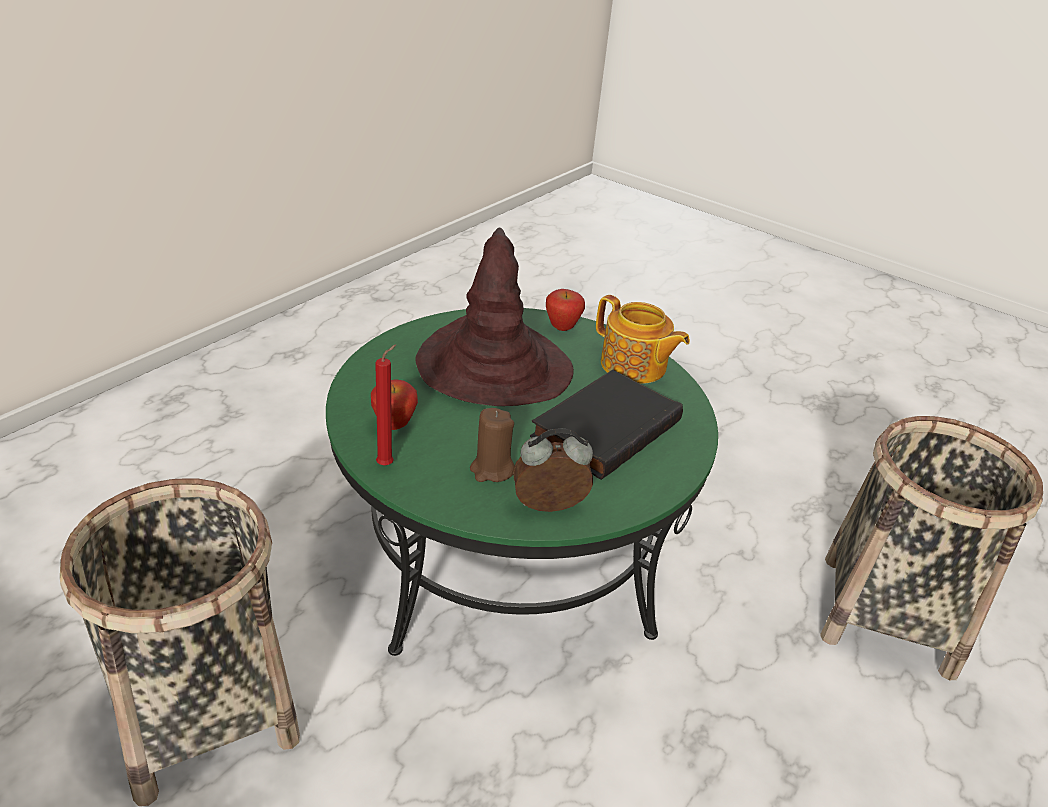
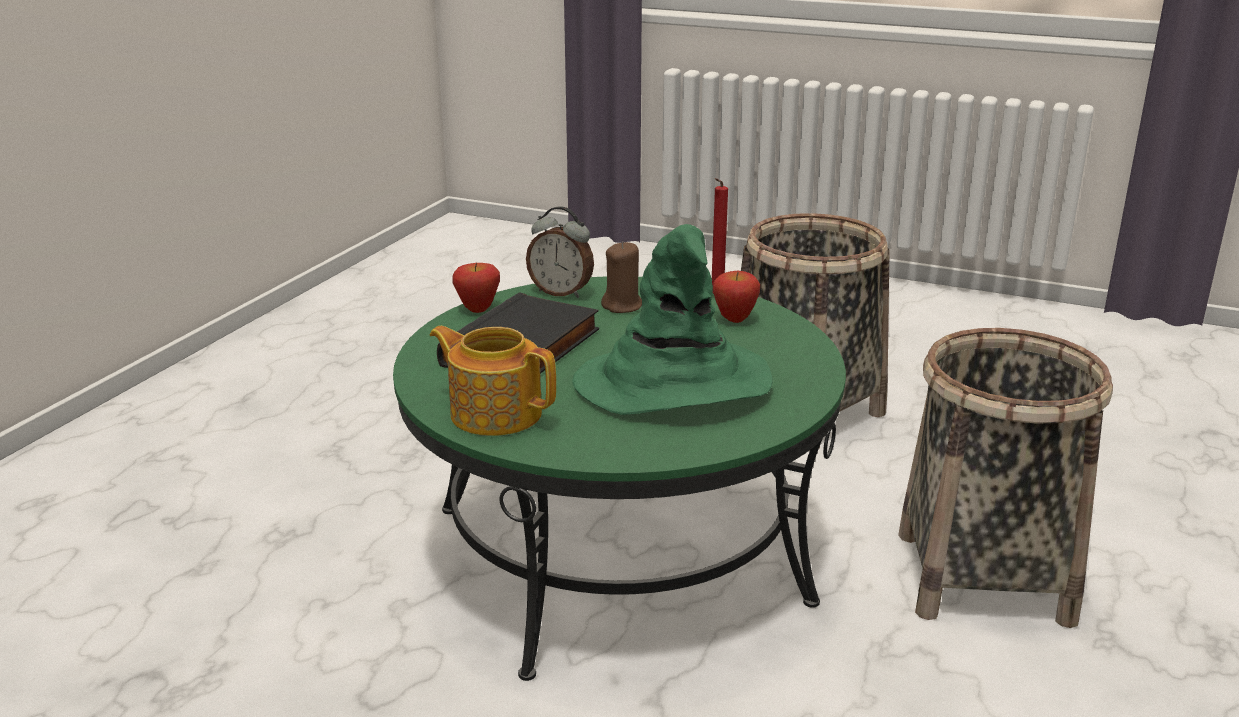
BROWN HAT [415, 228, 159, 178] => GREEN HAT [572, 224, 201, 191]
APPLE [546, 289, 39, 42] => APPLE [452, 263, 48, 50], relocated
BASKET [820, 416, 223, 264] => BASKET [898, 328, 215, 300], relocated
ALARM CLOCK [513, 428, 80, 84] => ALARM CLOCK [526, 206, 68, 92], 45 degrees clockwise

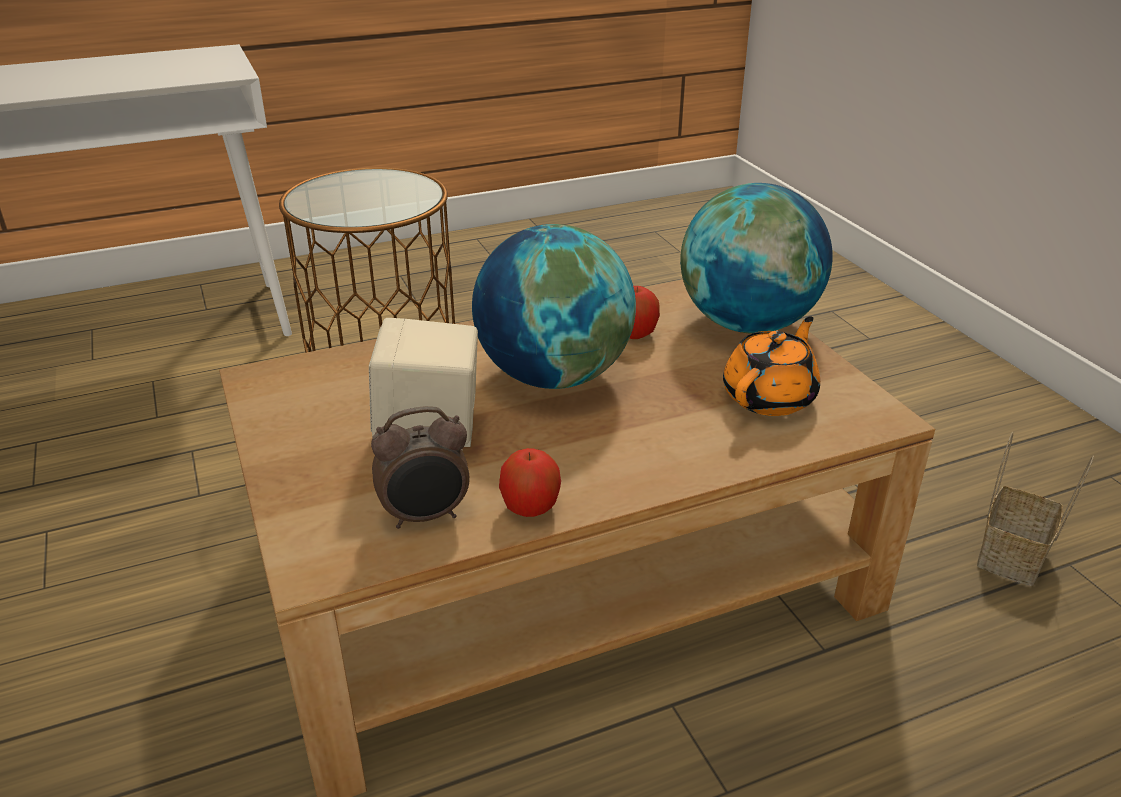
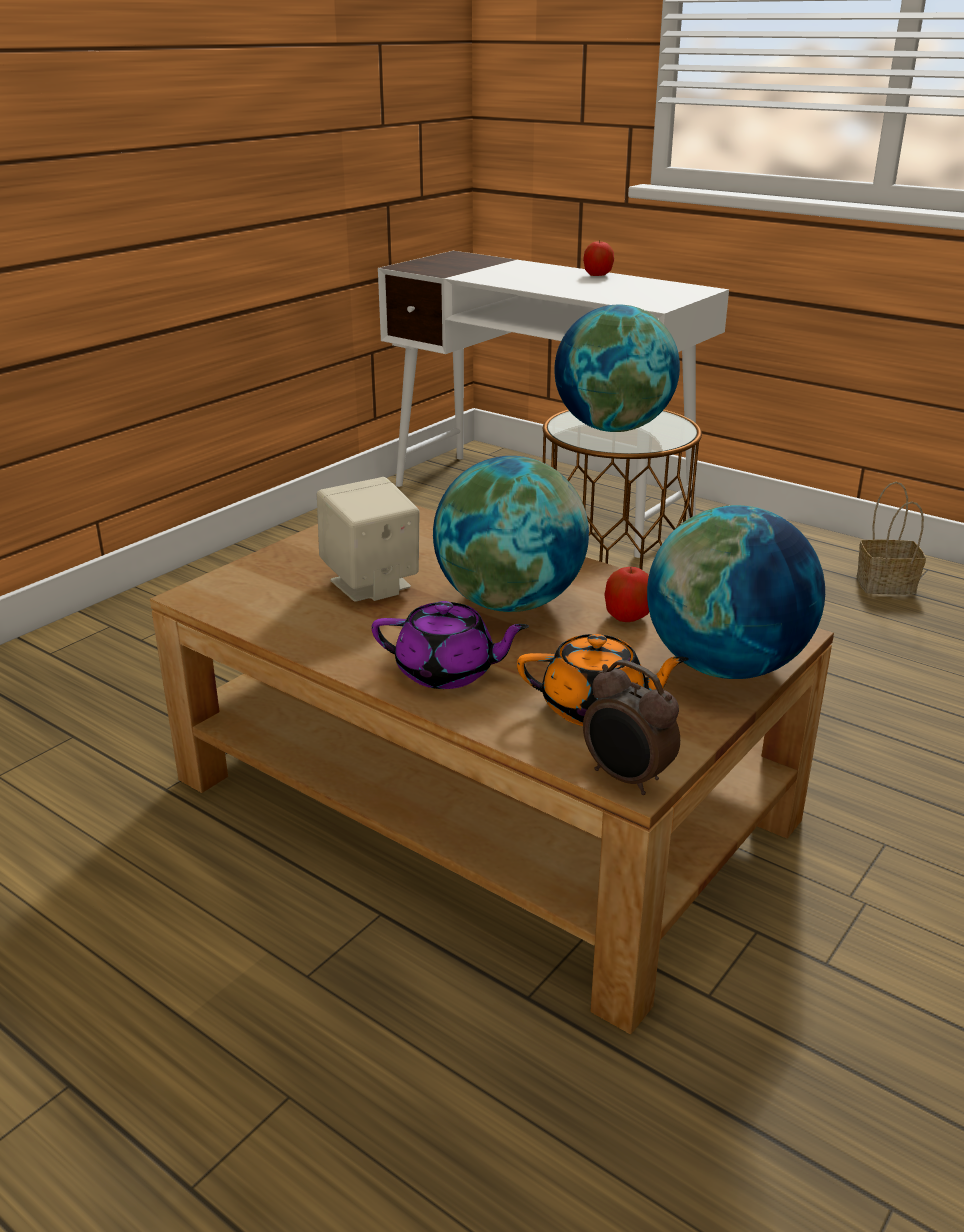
ALARM CLOCK [371, 406, 99, 123] => ALARM CLOCK [583, 660, 97, 135], relocated
BASKET [977, 432, 117, 154] => BASKET [857, 482, 69, 113], relocated
APPLE [499, 448, 62, 69] => APPLE [583, 240, 31, 36], relocated
nothing => GLOBE [554, 305, 126, 127]
nothing => PURPLE TEAPOT [371, 601, 158, 88]

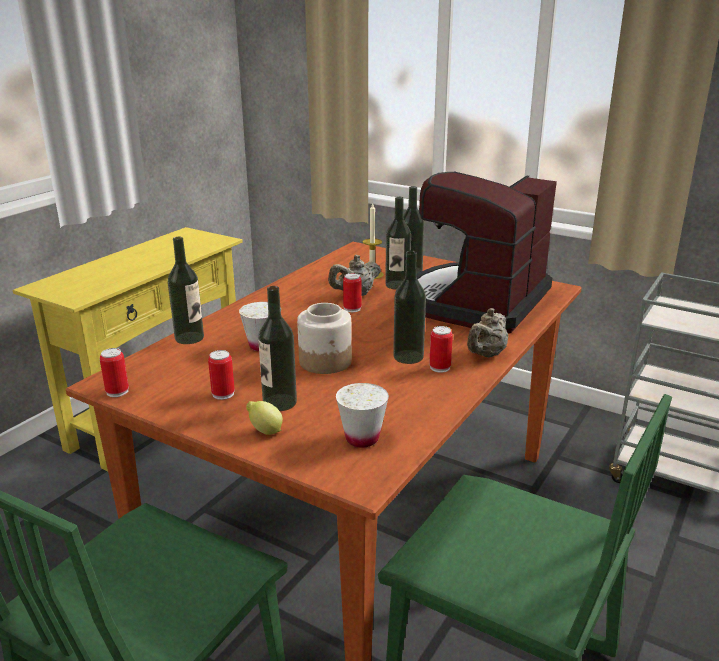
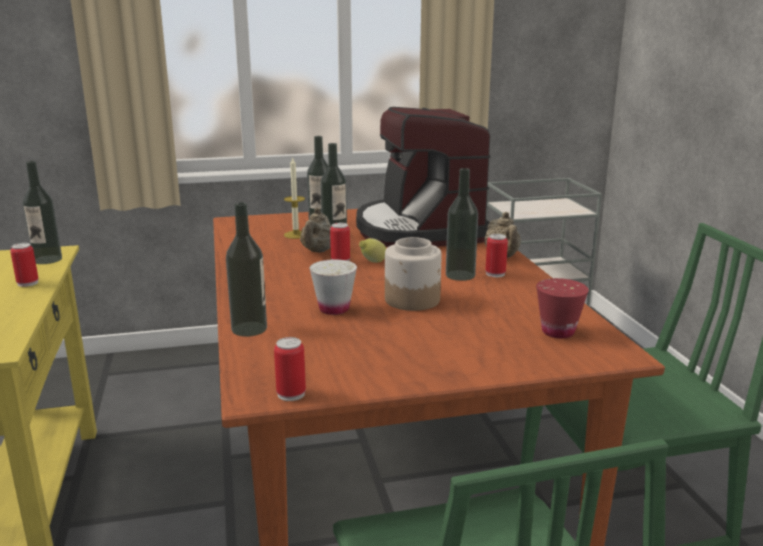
BOTTLE [258, 286, 39, 125] => BOTTLE [23, 161, 39, 103], relocated
CAN [208, 350, 27, 50] => CAN [10, 243, 29, 44], relocated
WHITE CUP [336, 383, 53, 65] => RED CUP [536, 278, 53, 60]
LEMON [246, 401, 37, 34] => LEMON [359, 238, 27, 25], relocated

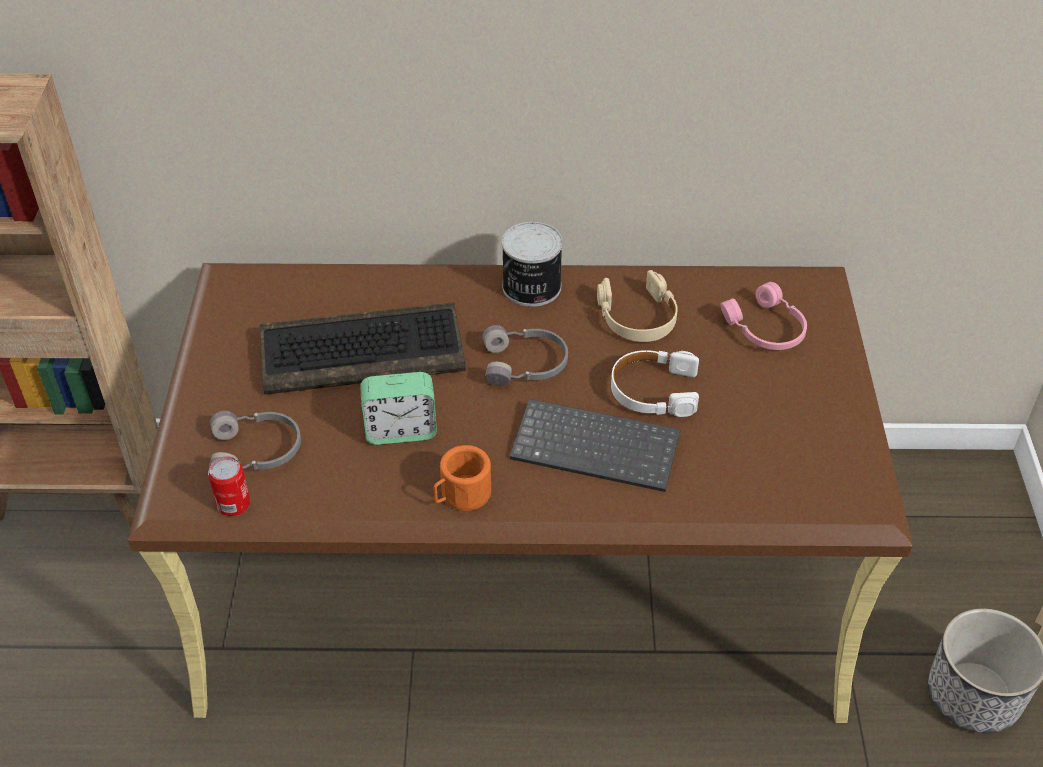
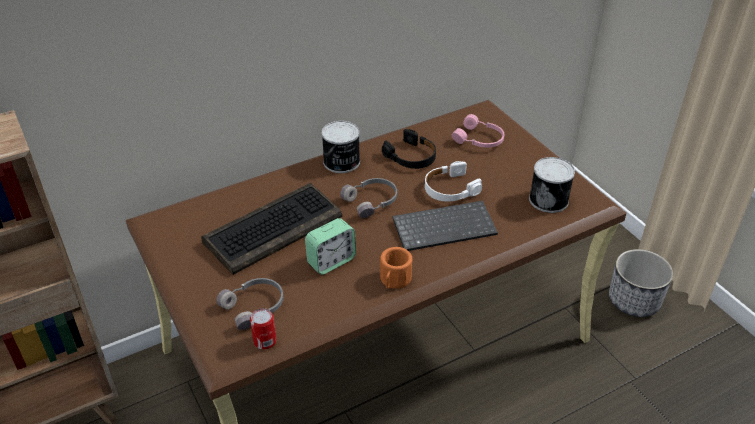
BEIGE HEADPHONES [597, 270, 81, 72] => BLACK HEADPHONES [382, 129, 54, 40]
nothing => CAN [529, 157, 46, 56]

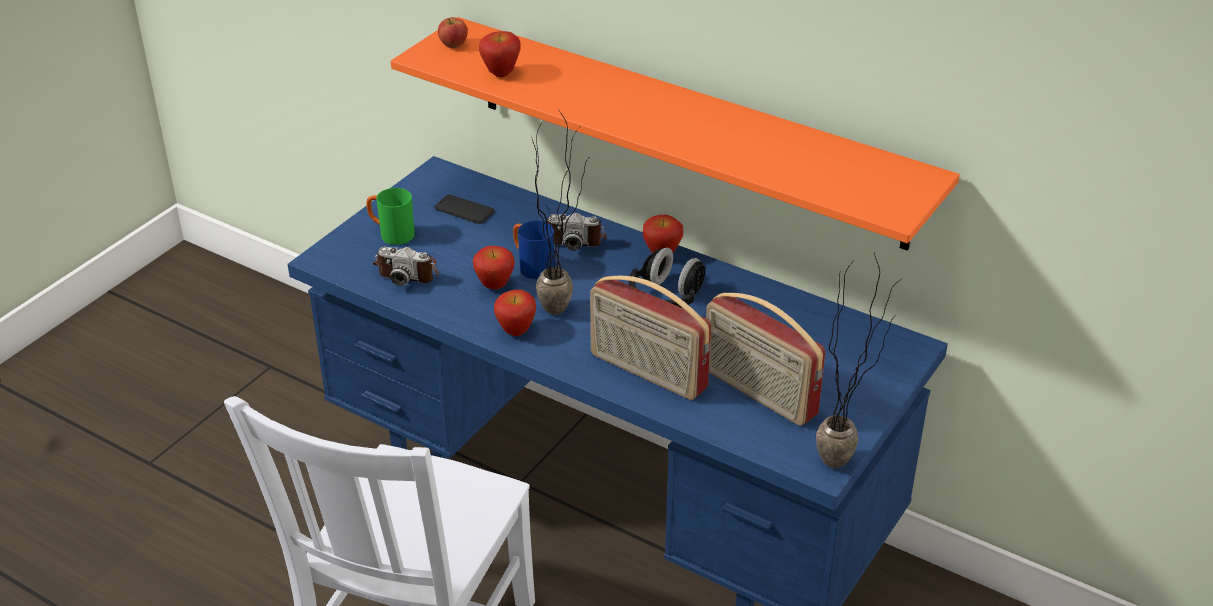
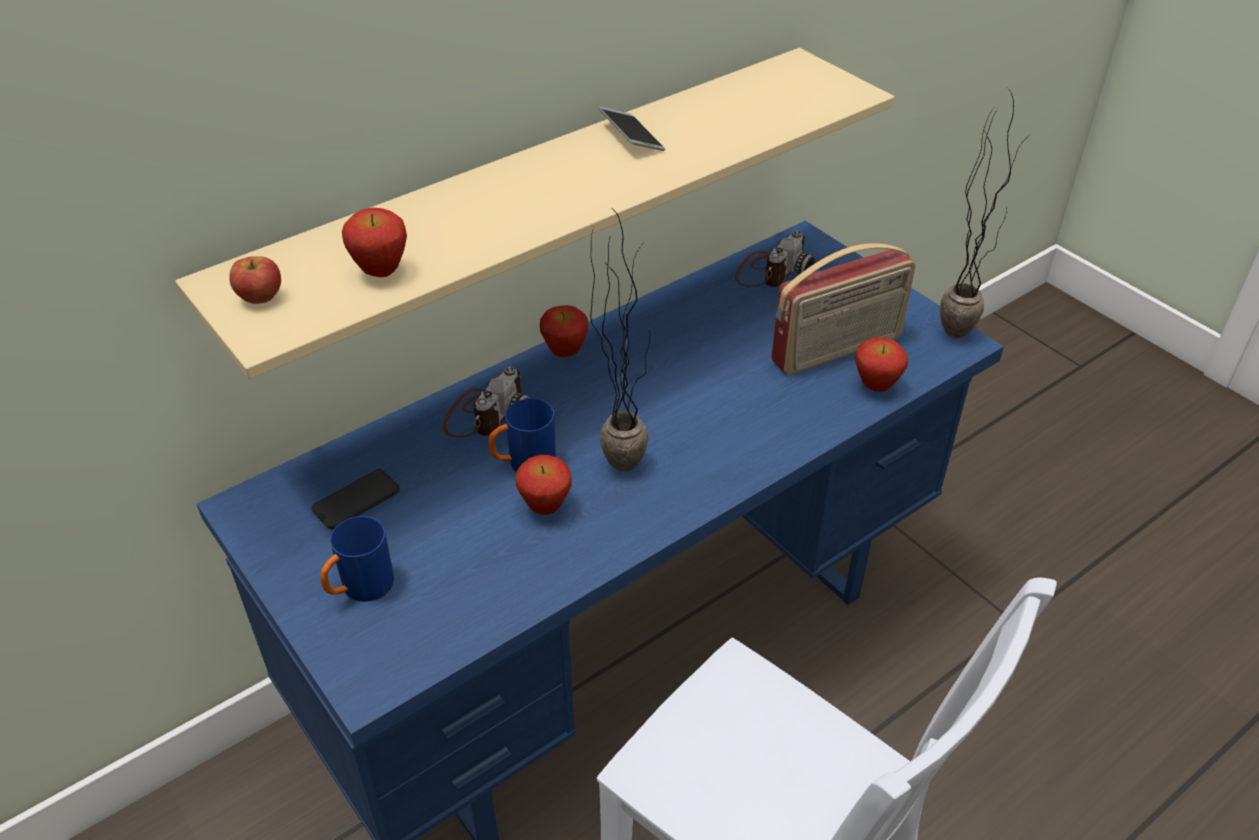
ORANGE SHELF [391, 17, 569, 234] => BEIGE SHELF [175, 48, 719, 331]
GREEN MUG [366, 188, 49, 57] => BLUE MUG [320, 516, 74, 86]
PHOTO CAMERA [372, 246, 67, 40] => PHOTO CAMERA [735, 230, 80, 57], relocated
BLACK HEADPHONES [629, 247, 77, 61] => nothing
RADIO [590, 276, 121, 124] => nothing
APPLE [494, 290, 42, 46] => APPLE [855, 337, 53, 55], relocated
nothing => PHONE [598, 106, 67, 45]

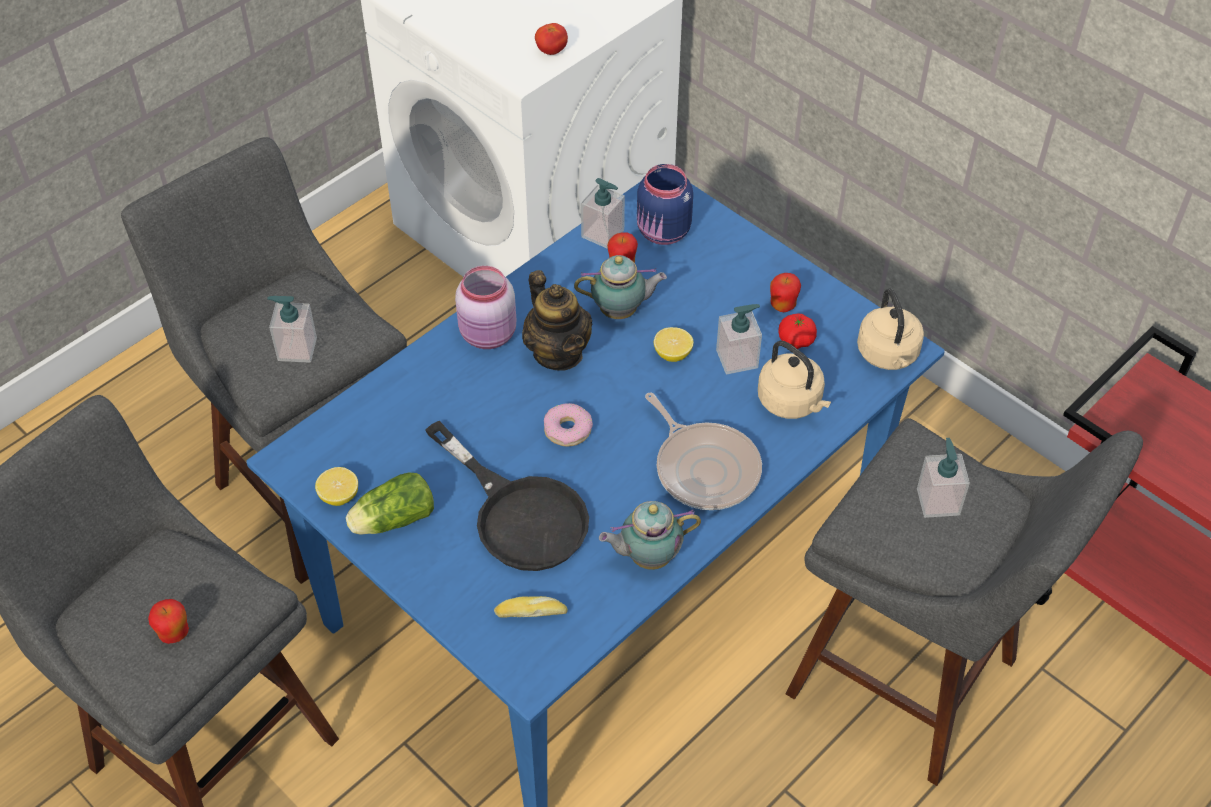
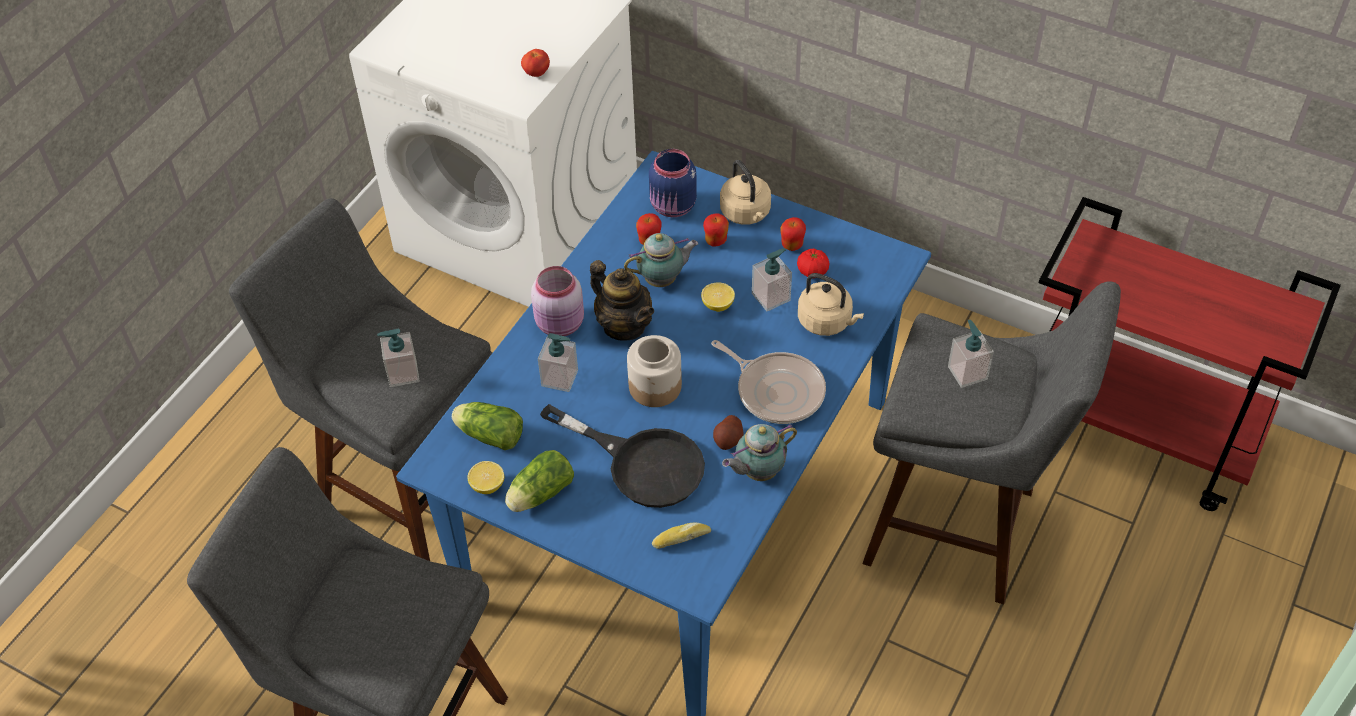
SOAP DISPENSER [581, 178, 44, 71] => SOAP DISPENSER [538, 333, 40, 59], relocated
BEIGE KETTLE [857, 288, 67, 82] => BEIGE KETTLE [720, 160, 51, 65], relocated
DONUT [544, 403, 49, 44] => JAR [627, 335, 55, 72]
APPLE [148, 599, 41, 45] => APPLE [703, 213, 26, 33], relocated
nothing => LETTUCE [452, 402, 71, 48]
nothing => POTATO [713, 415, 31, 35]

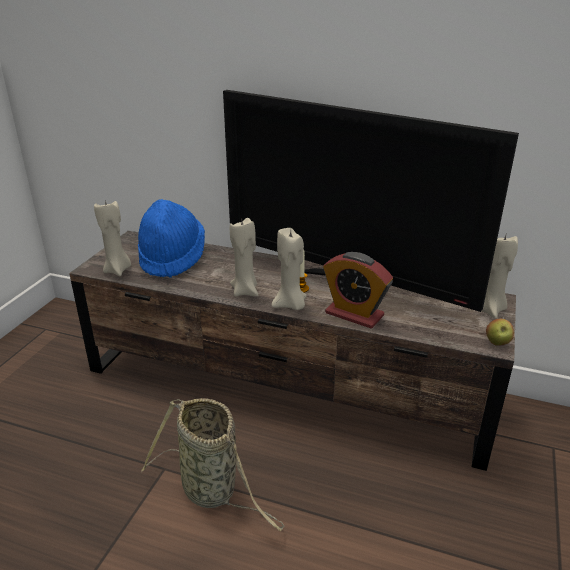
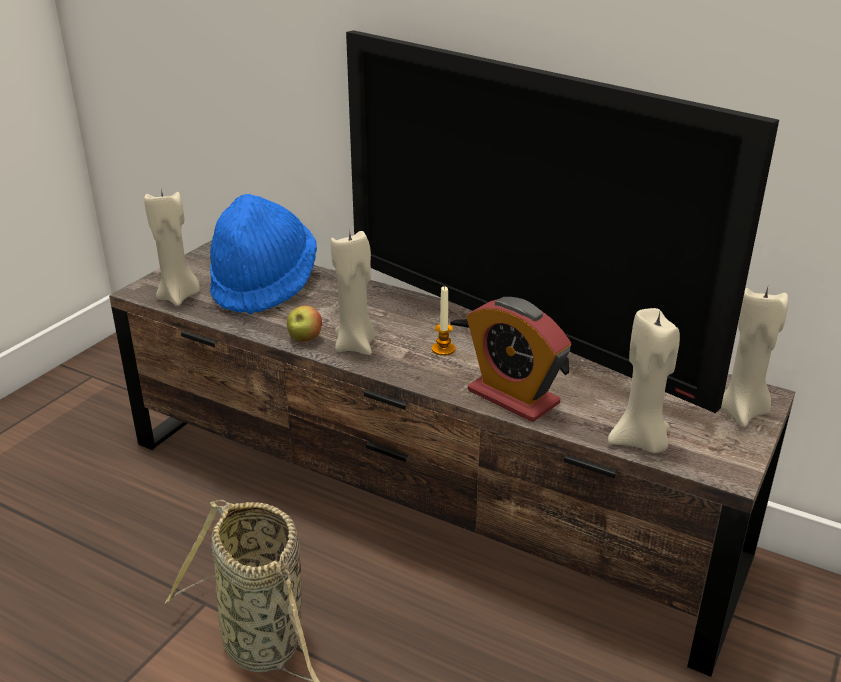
BEIGE CANDLE [272, 228, 35, 82] => BEIGE CANDLE [608, 308, 72, 145], relocated
APPLE [486, 319, 28, 27] => APPLE [287, 305, 35, 37], relocated

